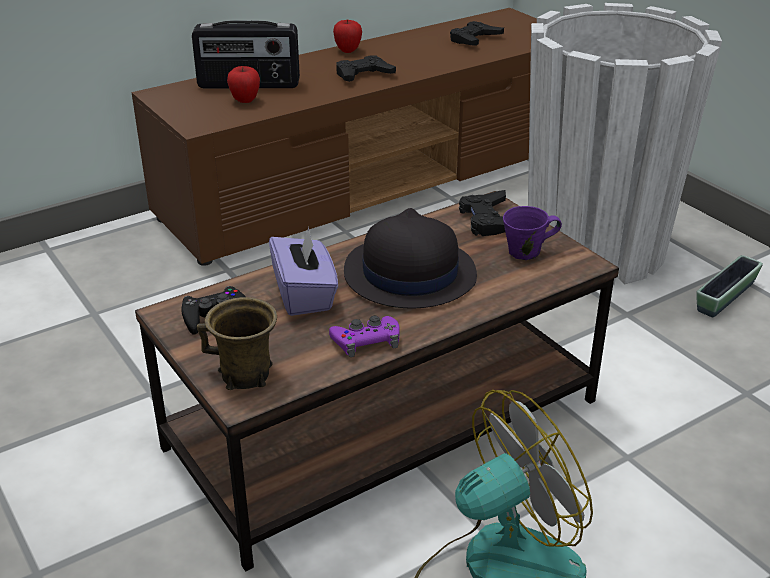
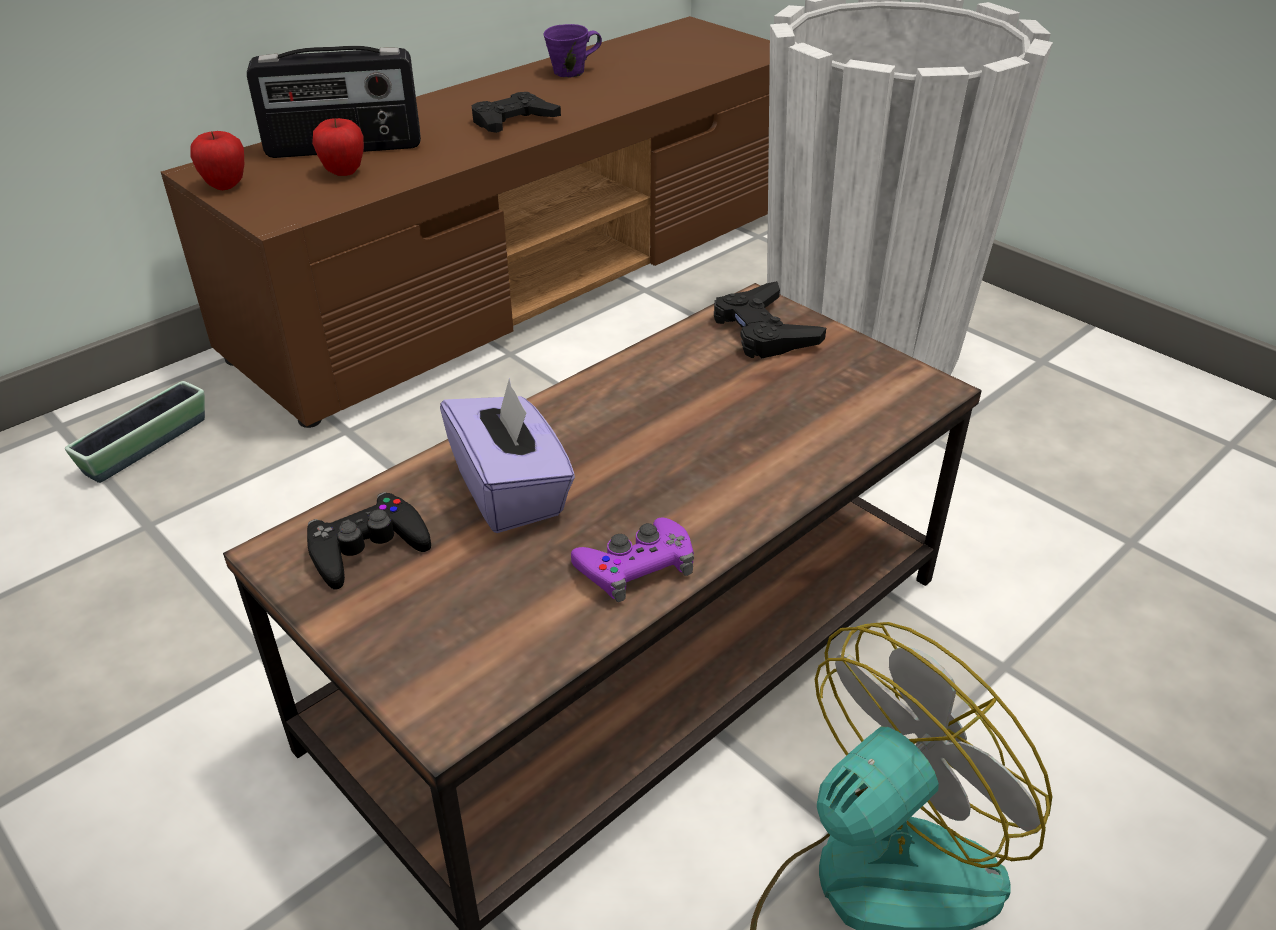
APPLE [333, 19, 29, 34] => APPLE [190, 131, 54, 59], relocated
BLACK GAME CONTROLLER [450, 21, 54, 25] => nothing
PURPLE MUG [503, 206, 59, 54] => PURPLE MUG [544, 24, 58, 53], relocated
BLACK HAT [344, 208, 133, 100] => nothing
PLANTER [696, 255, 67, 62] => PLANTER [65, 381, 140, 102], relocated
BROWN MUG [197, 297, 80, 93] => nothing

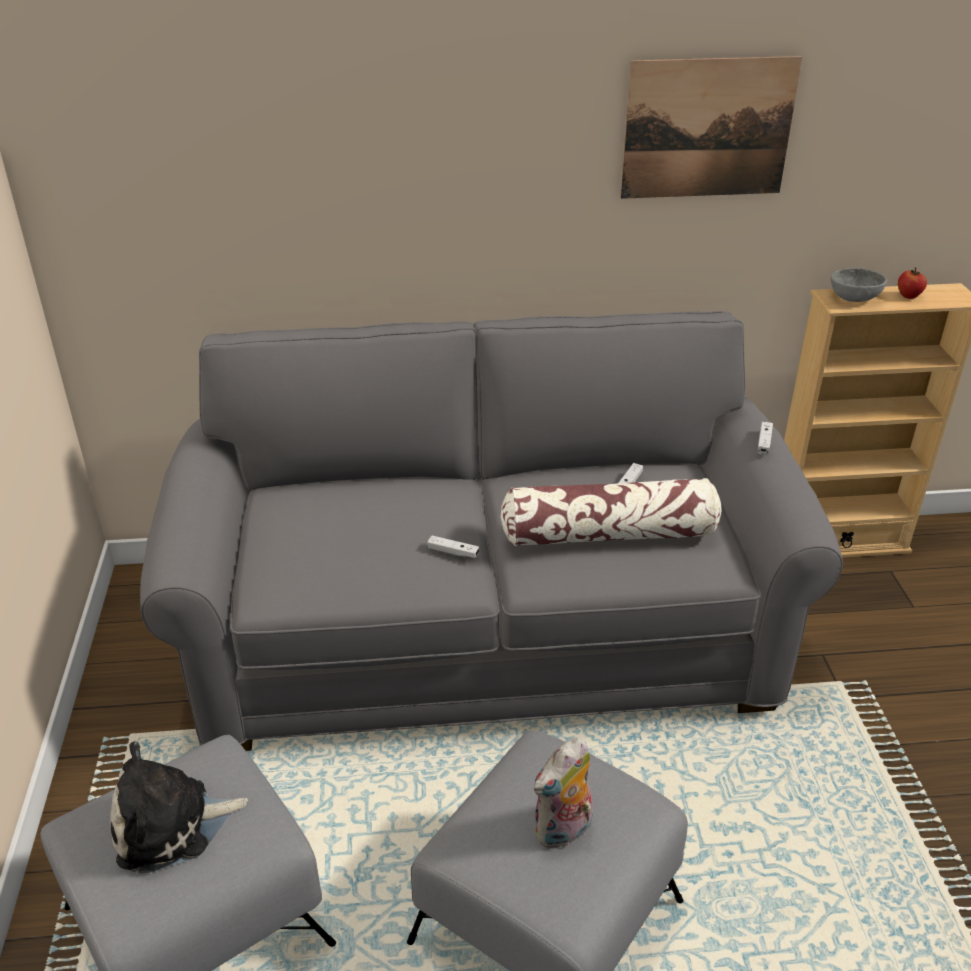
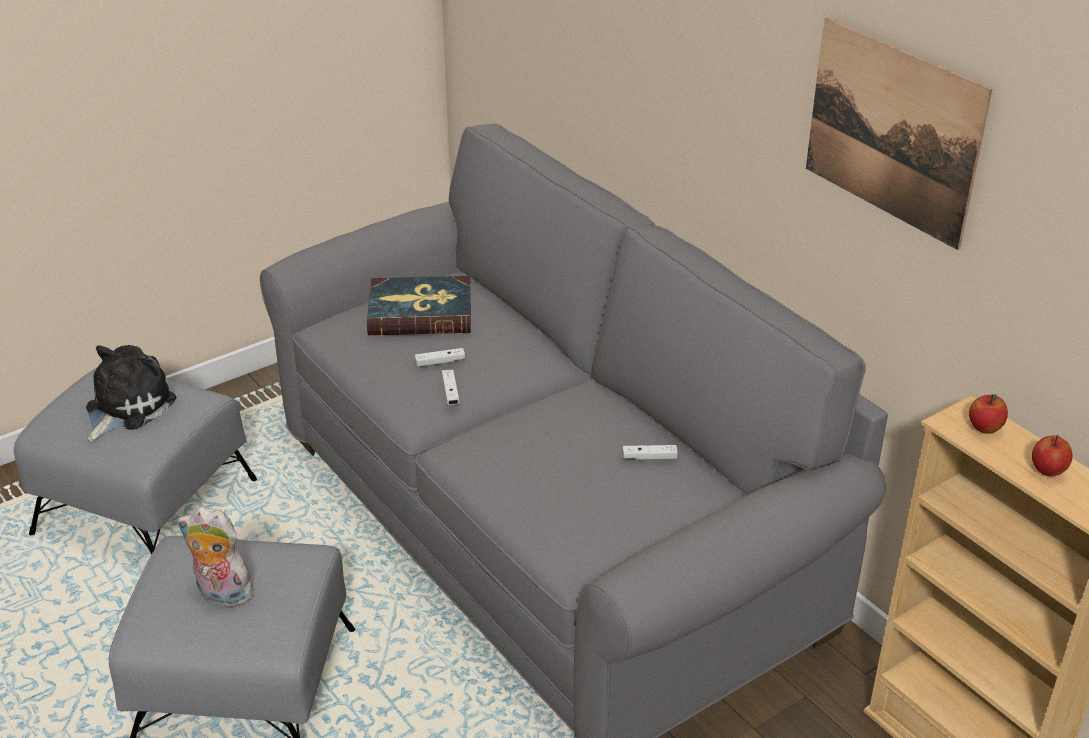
GREY BOWL [831, 268, 56, 34] => APPLE [969, 394, 39, 40]
WHITE GAME CONTROLLER [757, 421, 16, 34] => WHITE GAME CONTROLLER [415, 348, 50, 19], relocated
PILLOW [501, 478, 220, 68] => nothing
PLUSH TOY [110, 741, 138, 133] => PLUSH TOY [86, 345, 90, 96], 75 degrees clockwise
nothing => BOOK [367, 276, 104, 59]

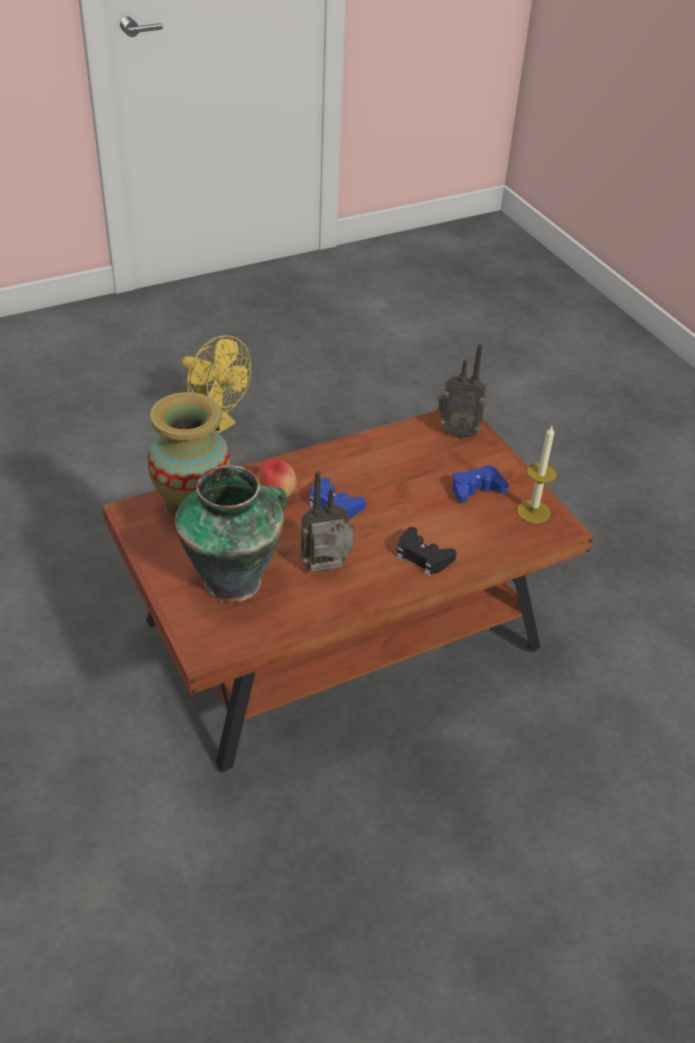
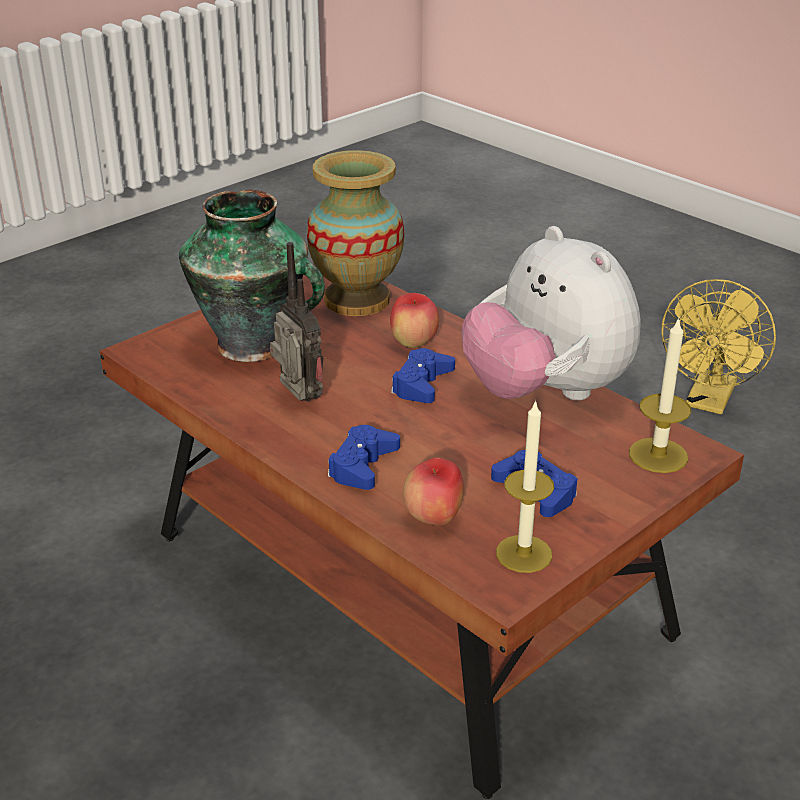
RADIO [437, 343, 49, 96] => CANDLE [629, 318, 62, 155]
BLACK GAME CONTROLLER [396, 527, 61, 49] => BLUE GAME CONTROLLER [328, 425, 72, 65]
nothing => PLUSH TOY [461, 226, 180, 175]
nothing => APPLE [403, 457, 61, 68]

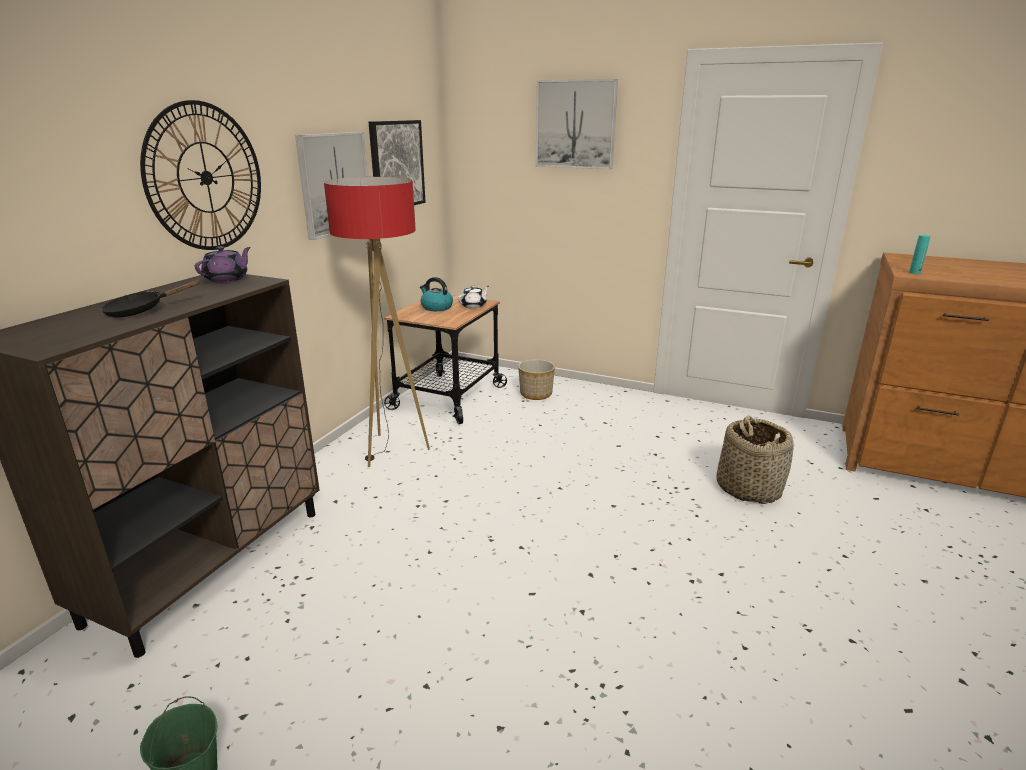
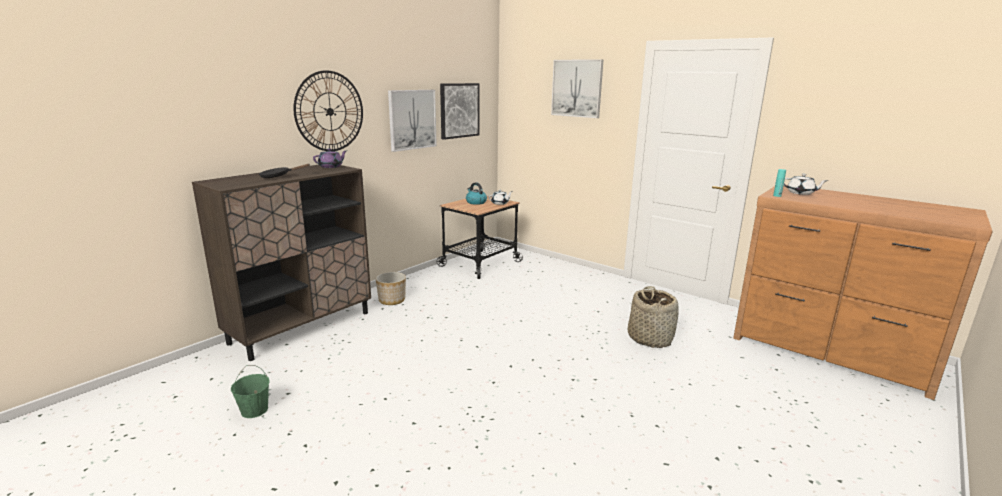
FLOOR LAMP [324, 177, 106, 290] => nothing
PLANTER [518, 359, 37, 41] => PLANTER [376, 272, 30, 33], relocated
nothing => WHITE TEAPOT [784, 174, 44, 21]

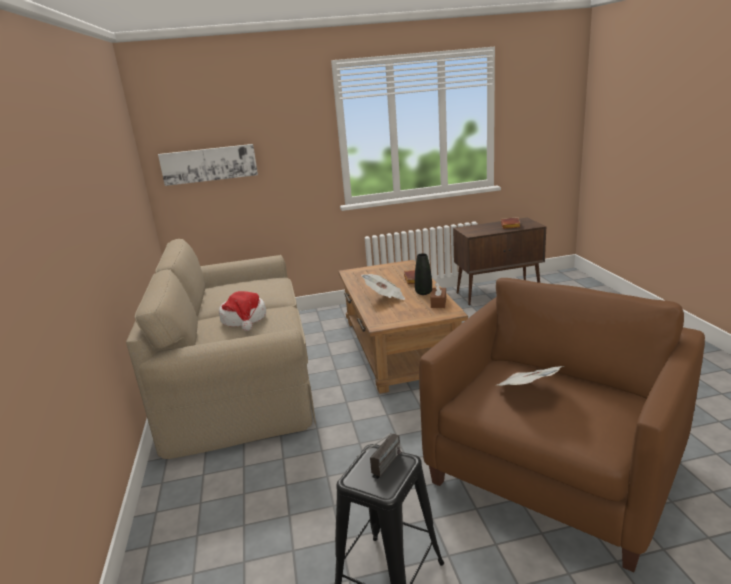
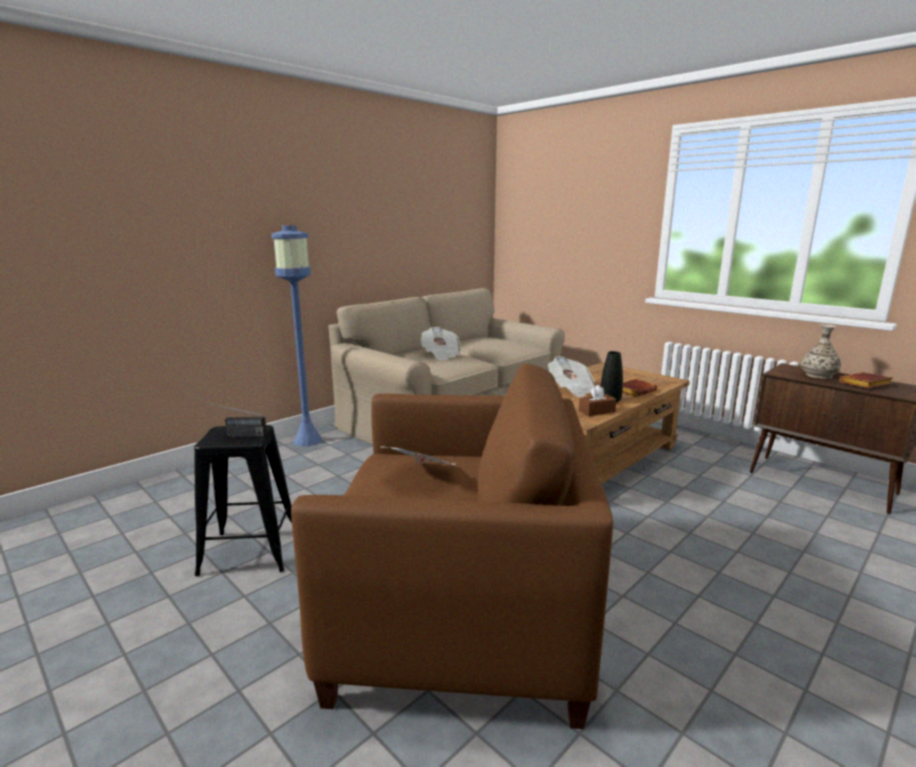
PICTURE [158, 144, 100, 42] => nothing
HAT [219, 291, 47, 40] => NEWSPAPER [421, 327, 40, 33]
nothing => BLUE FLOOR LAMP [271, 225, 51, 221]
nothing => VASE [801, 324, 40, 55]

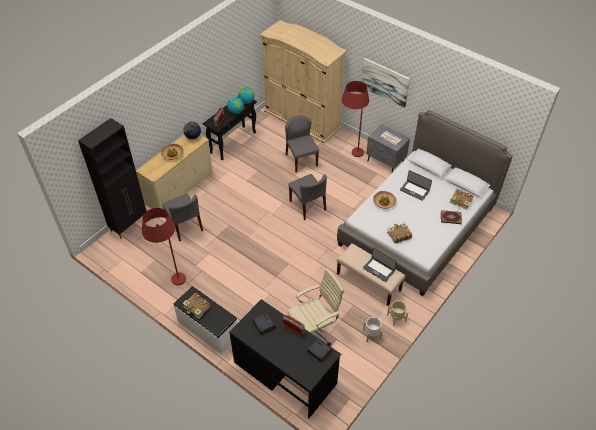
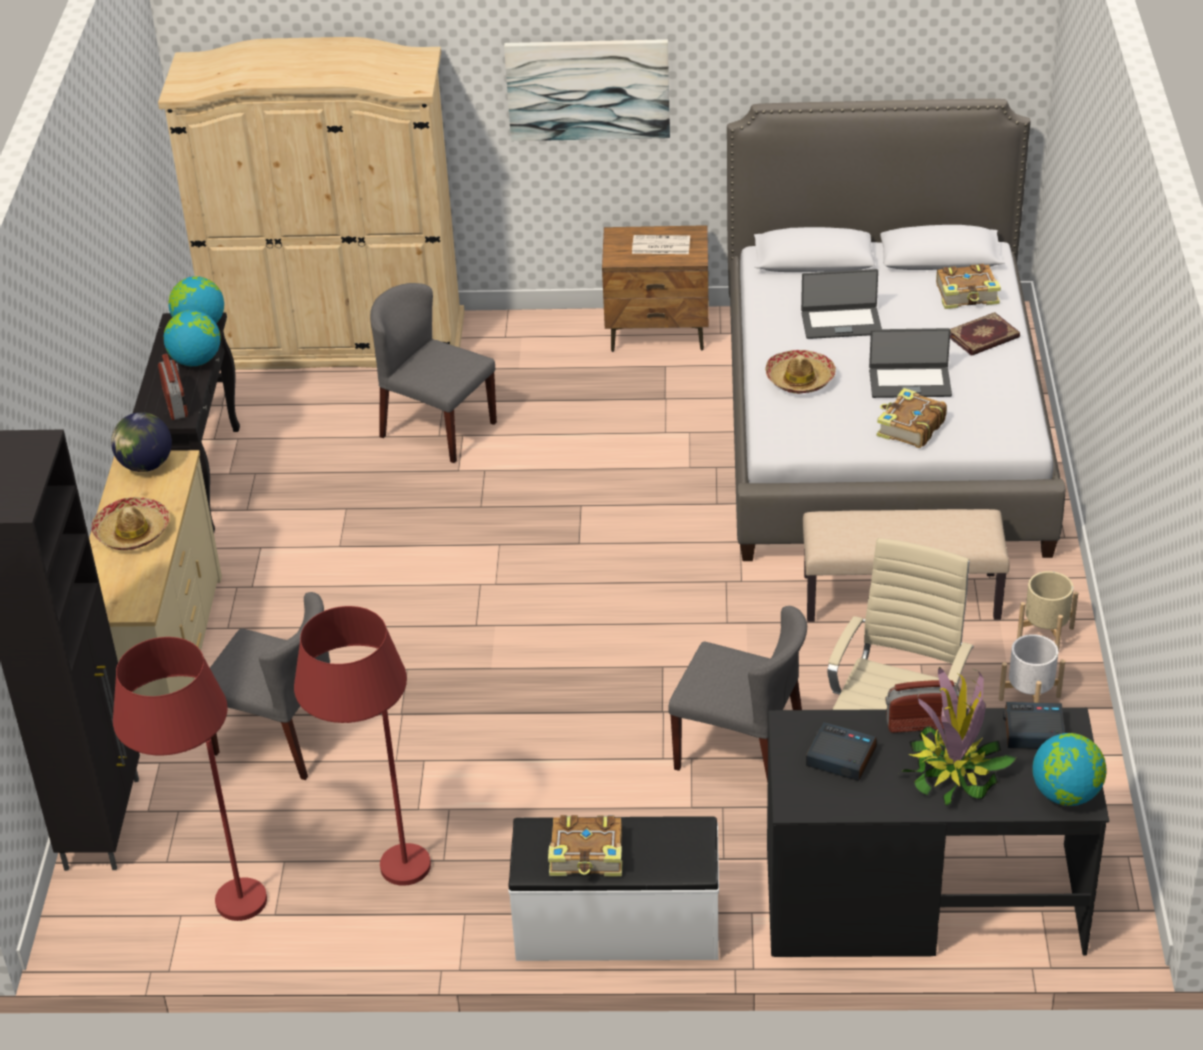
RED FLOOR LAMP [342, 81, 27, 76] => RED FLOOR LAMP [113, 637, 154, 284], relocated
GREY NIGHTSTAND [366, 124, 44, 49] => BROWN NIGHTSTAND [602, 225, 107, 127]
GREY CHAIR [288, 174, 39, 46] => GREY CHAIR [668, 606, 139, 177], relocated
LAPTOP [363, 248, 34, 34] => LAPTOP [869, 328, 83, 70], relocated
nothing => POTTED PLANT [901, 667, 115, 139]
nothing => GLOBE [1032, 733, 75, 73]

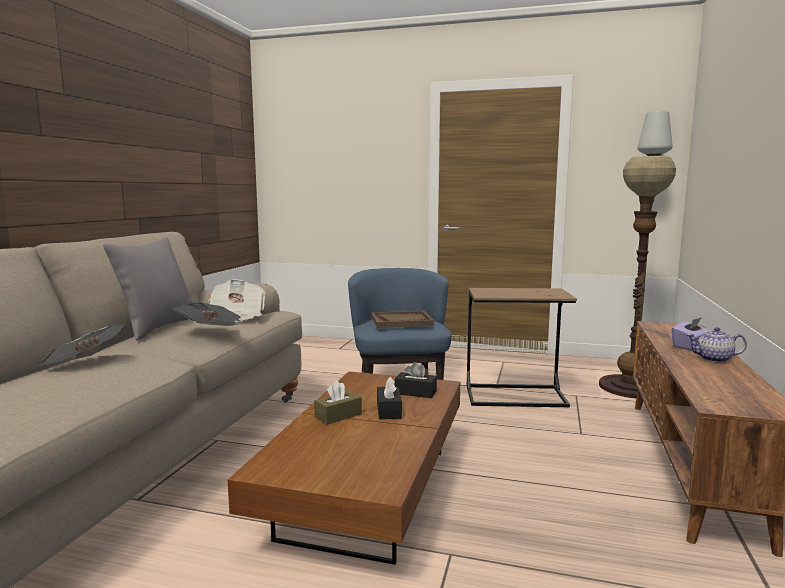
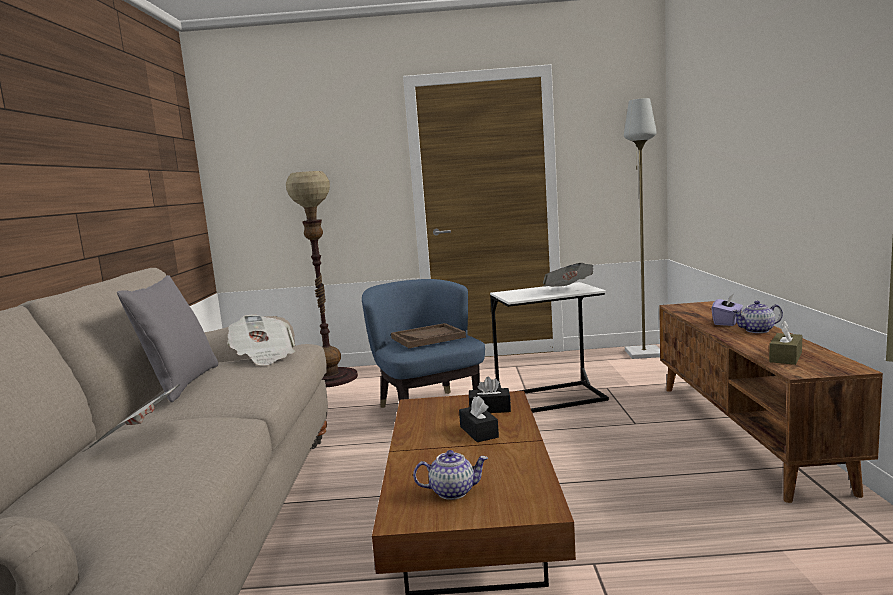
FLOOR LAMP [599, 156, 77, 242] => FLOOR LAMP [286, 171, 72, 217], relocated
BROWN SIDE TABLE [467, 288, 110, 119] => WHITE SIDE TABLE [490, 282, 119, 131]
NEWSPAPER [172, 302, 69, 24] => NEWSPAPER [543, 263, 50, 24], relocated
BROWN TISSUE BOX [314, 381, 48, 44] => BROWN TISSUE BOX [769, 321, 33, 44], relocated
nothing => TEAPOT [413, 450, 75, 50]

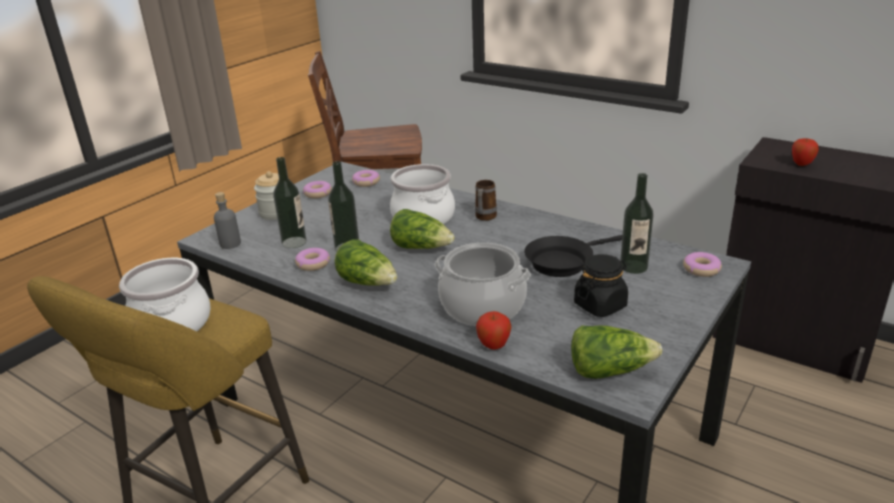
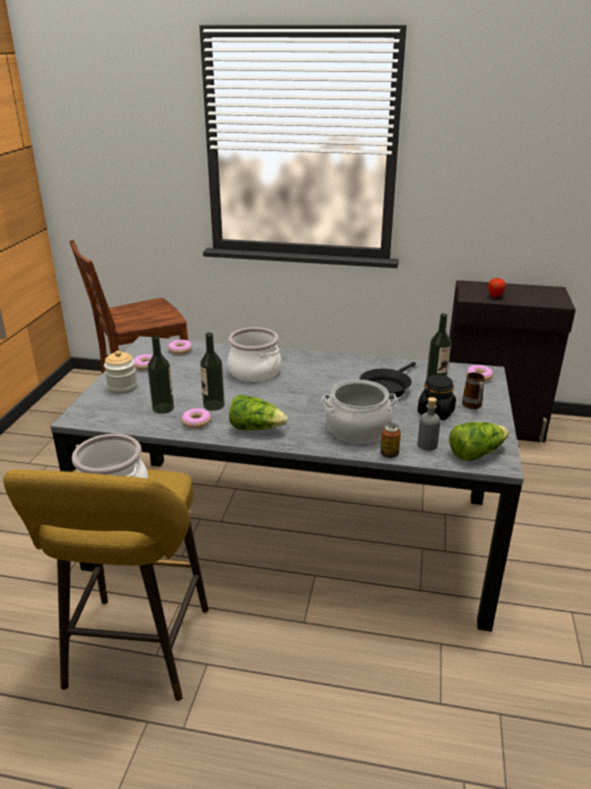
MUG [475, 180, 22, 41] => MUG [462, 372, 23, 37], relocated
GREY BOTTLE [214, 192, 27, 57] => GREY BOTTLE [418, 397, 22, 54], relocated
LETTUCE [390, 209, 65, 40] => nothing
APPLE [476, 311, 35, 39] => CAN [380, 423, 21, 35]

